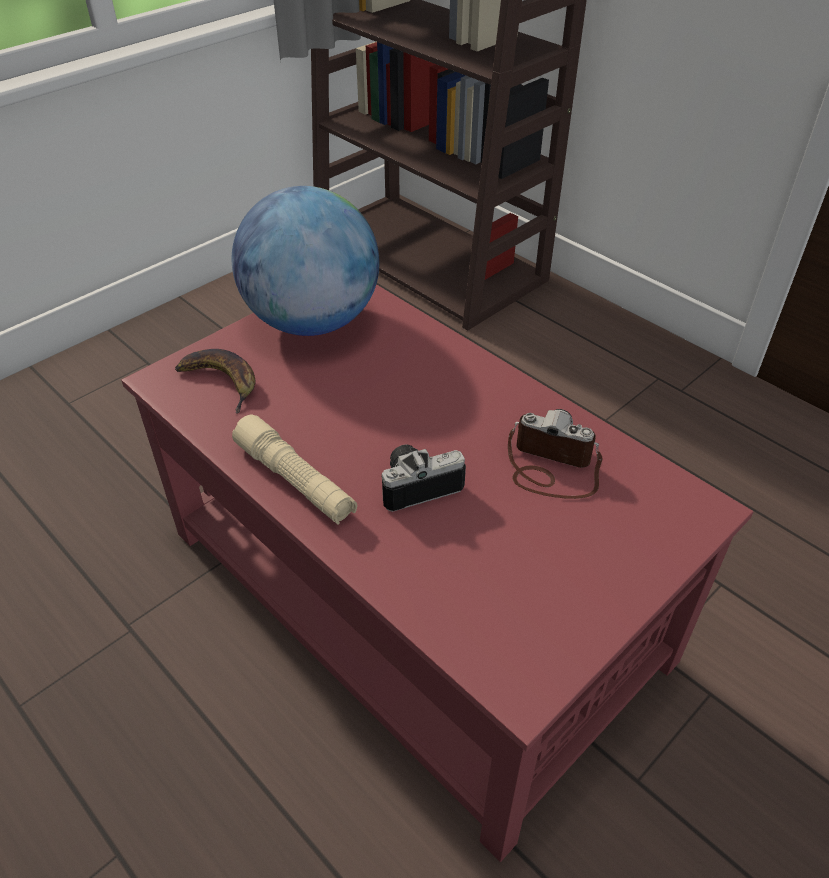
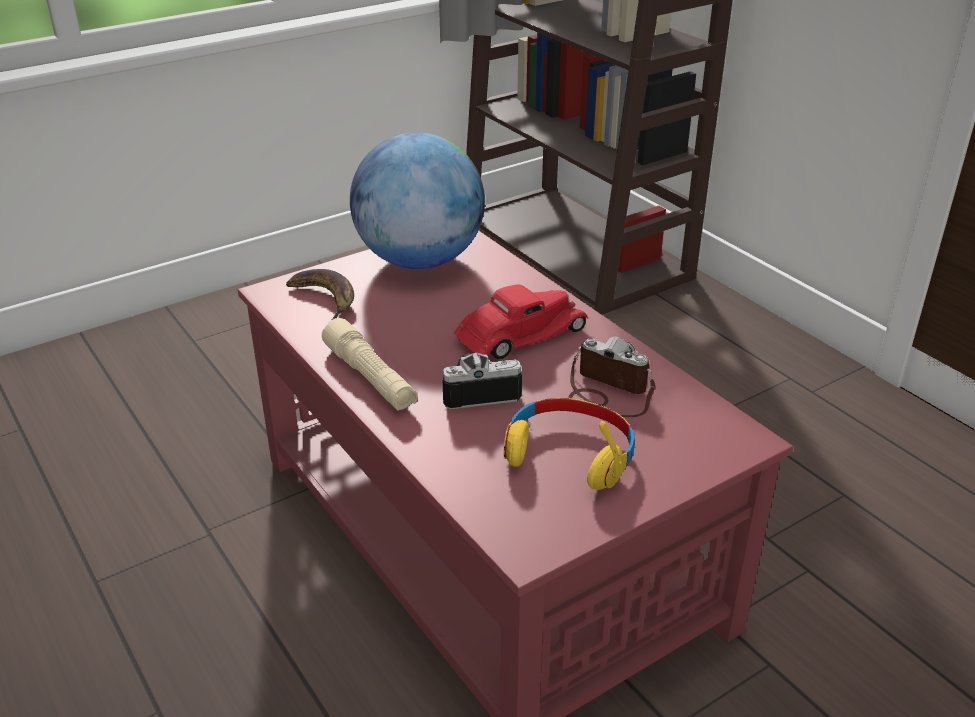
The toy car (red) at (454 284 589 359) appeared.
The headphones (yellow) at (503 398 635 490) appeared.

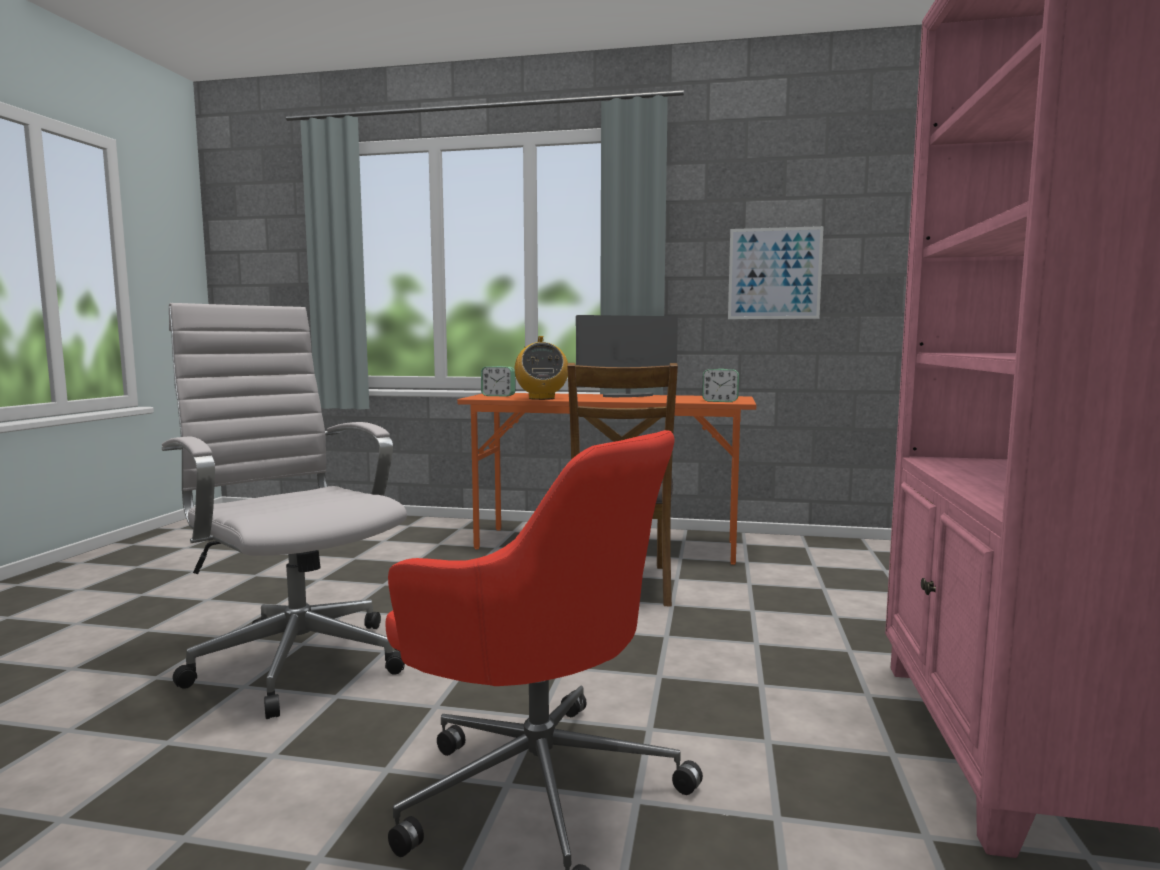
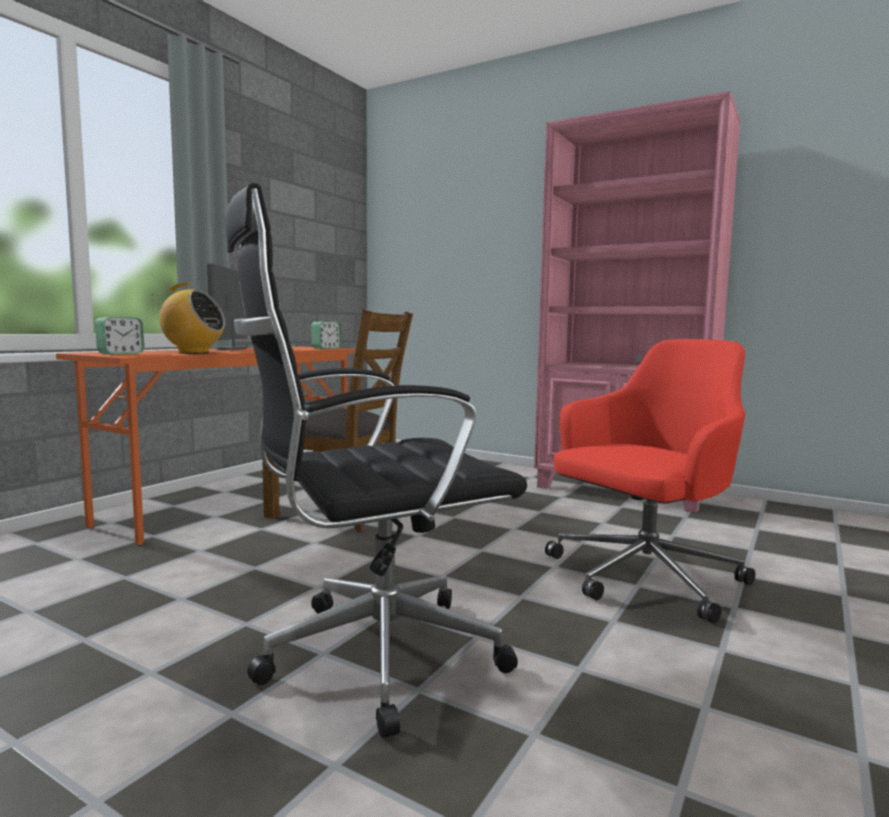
The office chair (white) at (162 303 407 719) became the office chair (black) at (225 183 527 738).
The picture at (728 226 824 319) disappeared.

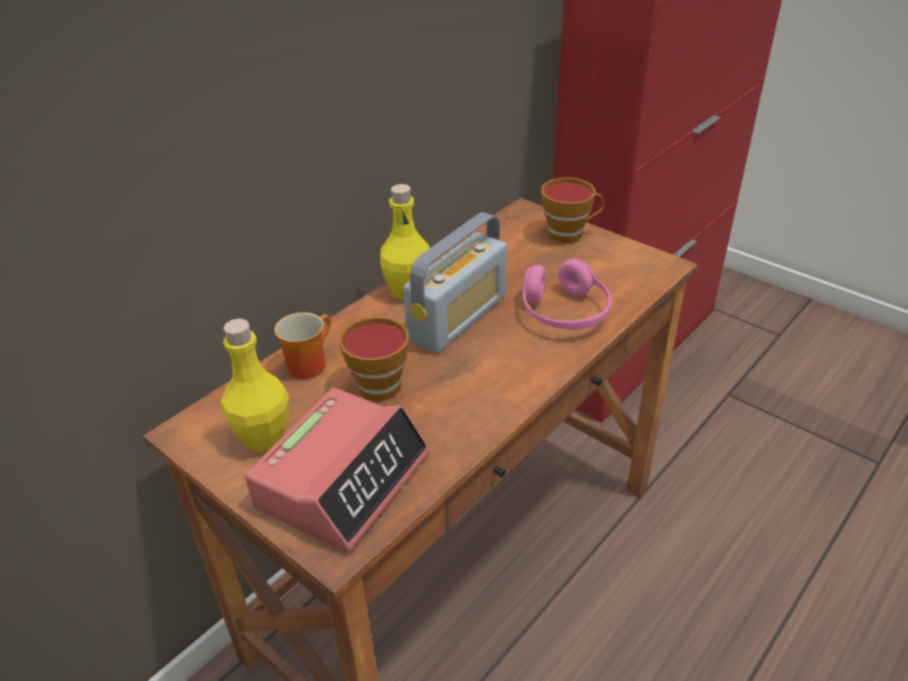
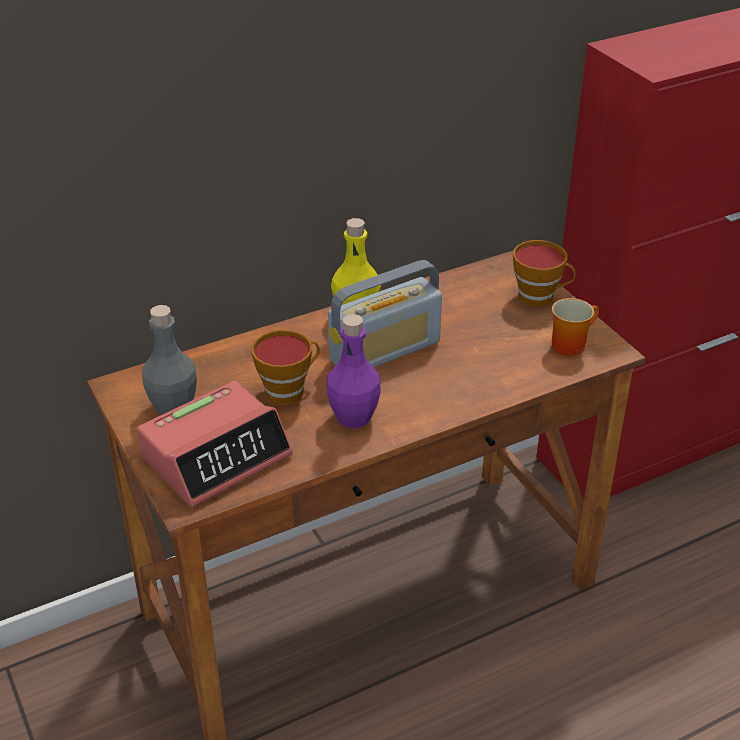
The bottle (yellow) at (221 318 289 453) became the bottle (grey) at (142 305 197 415).
The mug moved from (274 312 331 379) to (552 298 599 356).
The headphones (pink) at (523 259 612 330) disappeared.
The bottle (purple) at (327 314 381 429) appeared.

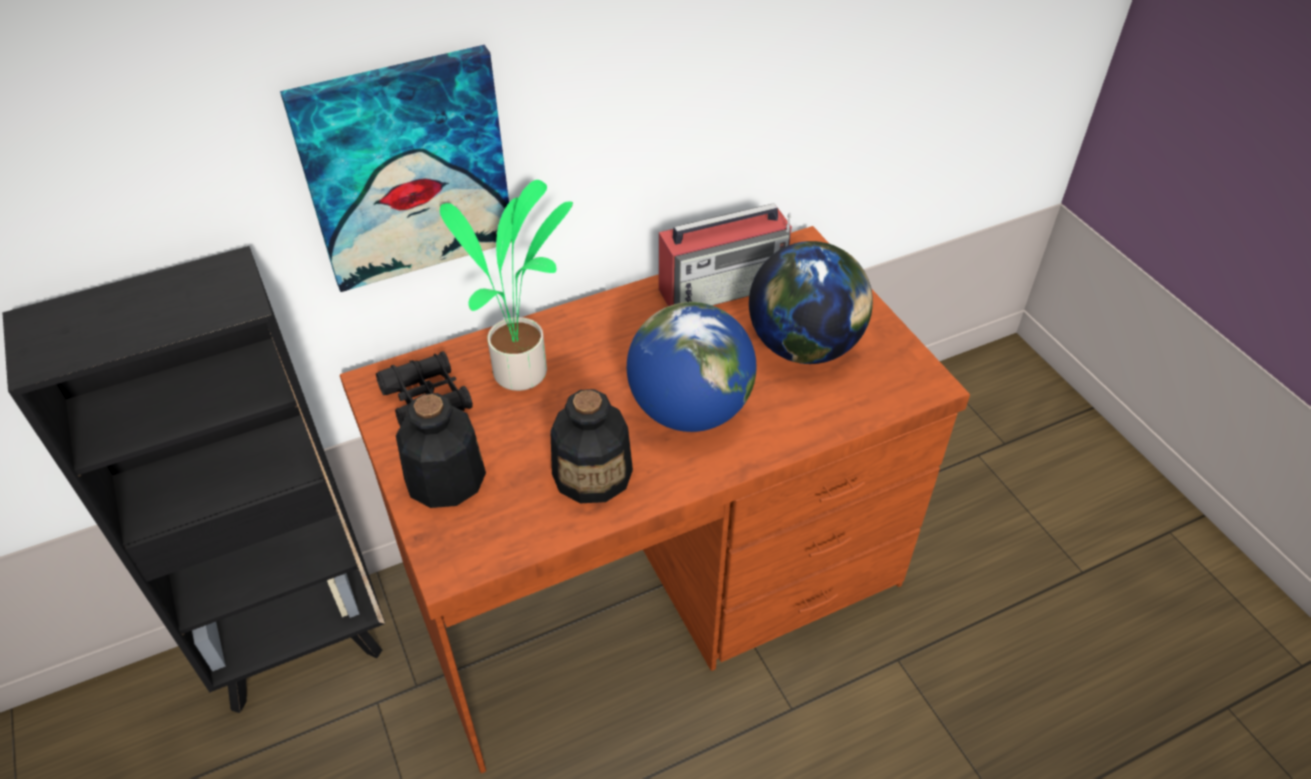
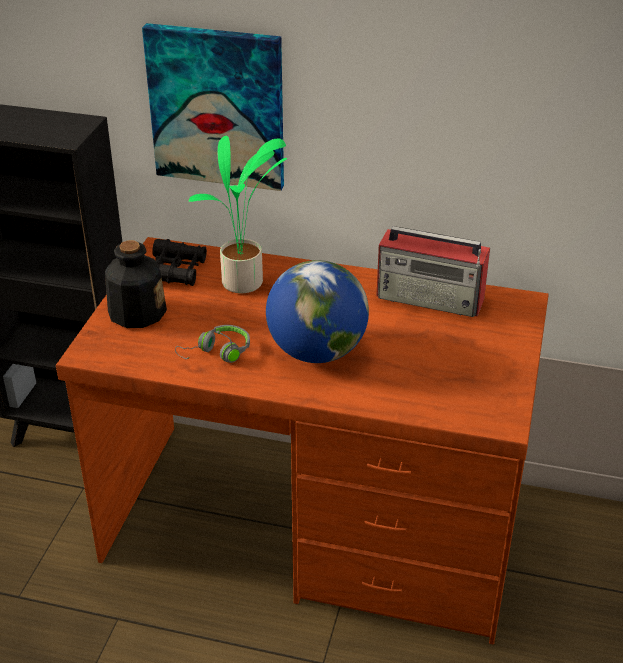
The bottle at (550 389 633 503) was replaced by the headphones (grey) at (175 325 250 363).
The globe at (749 241 873 364) disappeared.

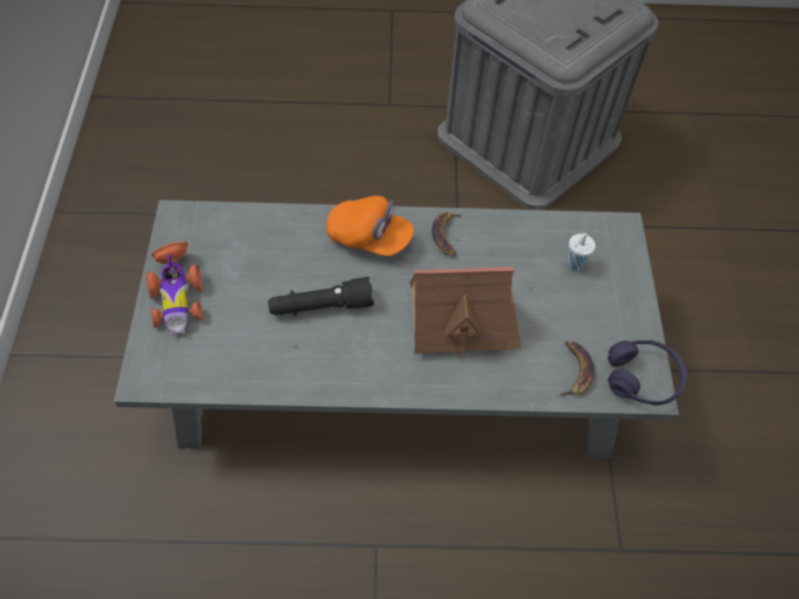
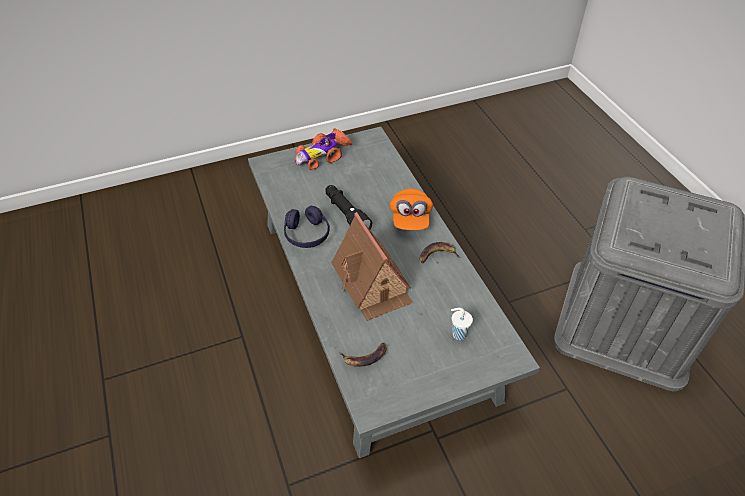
The headphones (purple) moved from (608 340 687 405) to (284 206 330 248).

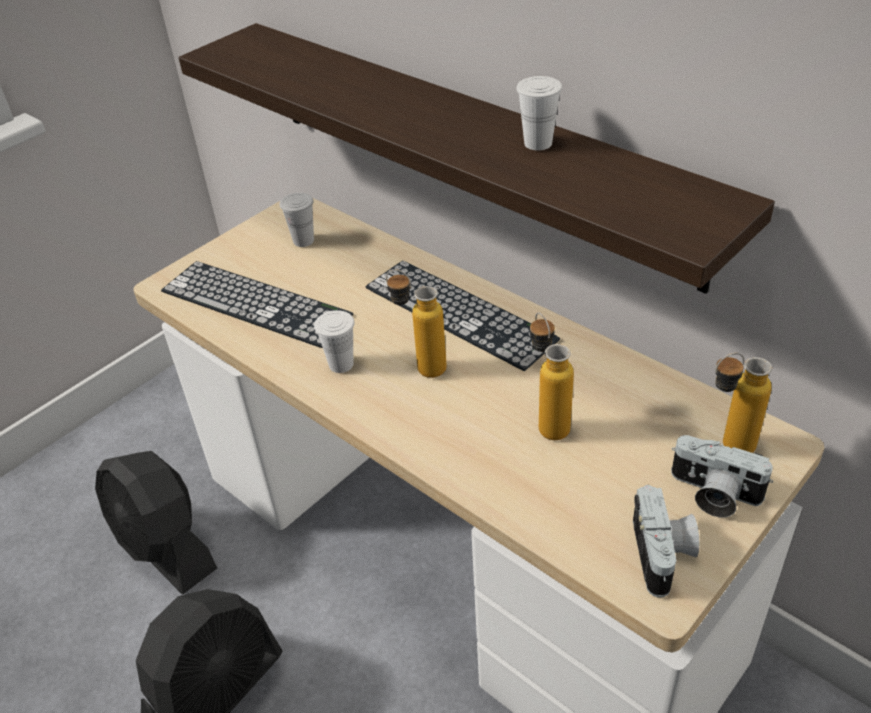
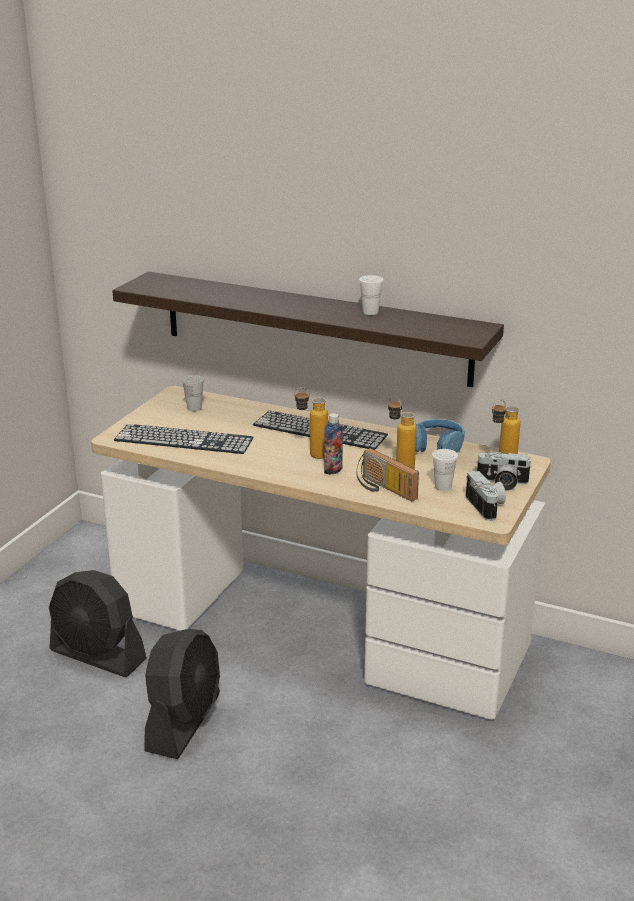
The cup (white) moved from (314 310 355 373) to (432 449 458 491).
The bottle at (324 413 343 475) appeared.
The radio at (356 448 419 502) appeared.
The headphones (blue) at (415 419 465 453) appeared.

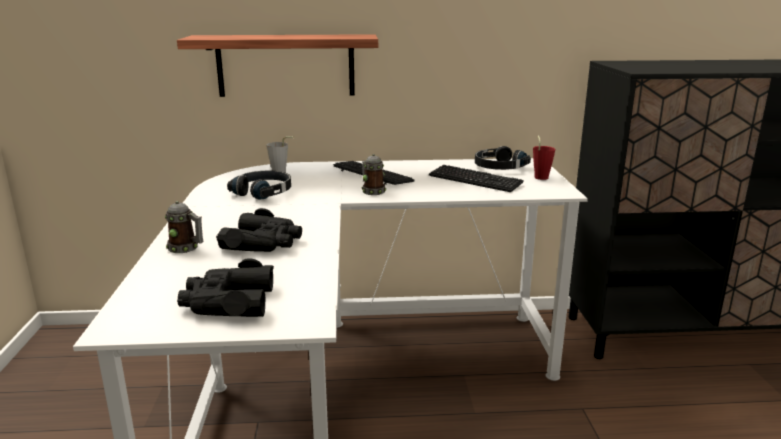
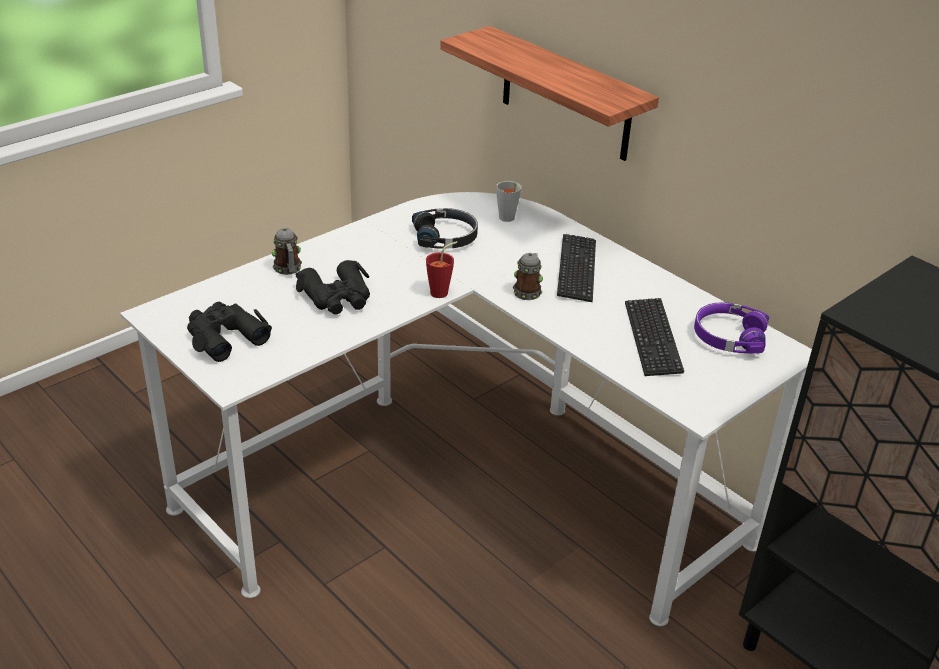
The headphones (black) at (475 146 531 170) became the headphones (purple) at (694 302 769 354).
The cup (red) moved from (533 136 555 180) to (426 241 457 298).

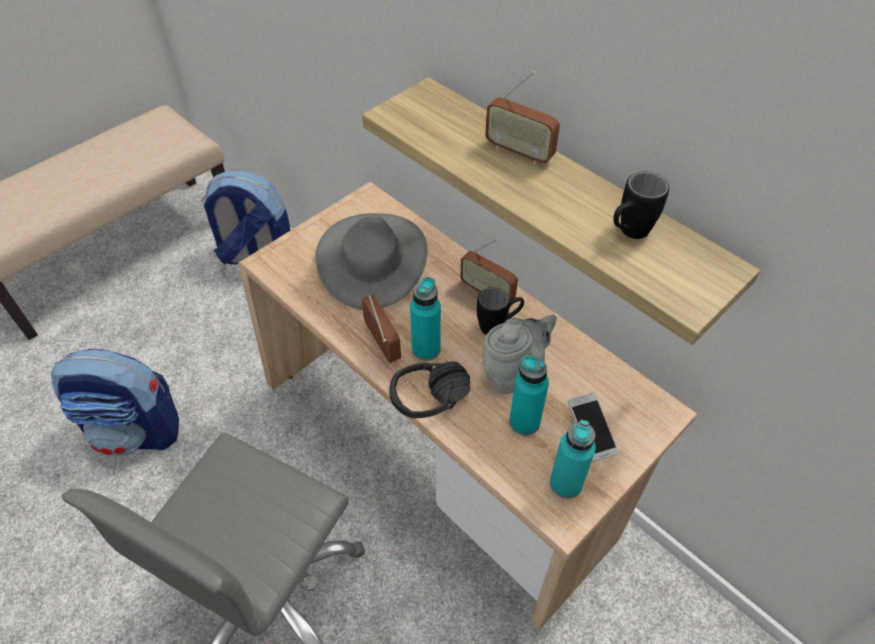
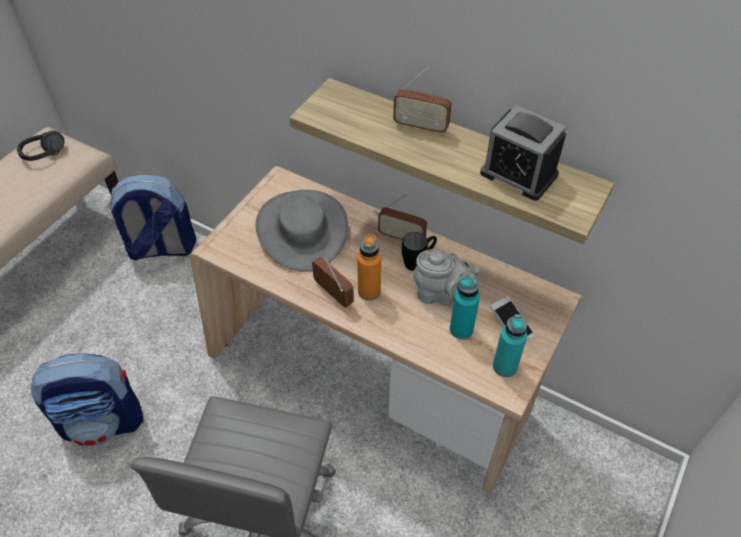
The headphones (black) moved from (389 361 470 418) to (17 131 64 161).
The bottle (turquoise) at (410 277 441 361) became the bottle (orange) at (357 234 381 300).
The teapot (grey) at (482 314 557 394) turned 60 degrees clockwise.
The mug (black) at (613 171 669 239) was replaced by the alarm clock at (480 105 566 201).

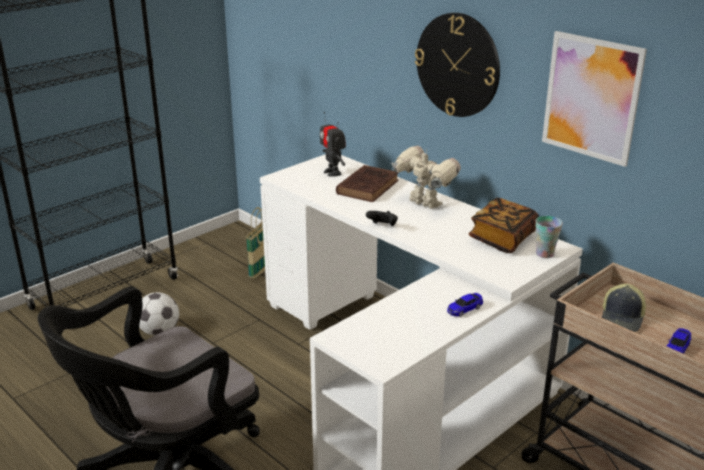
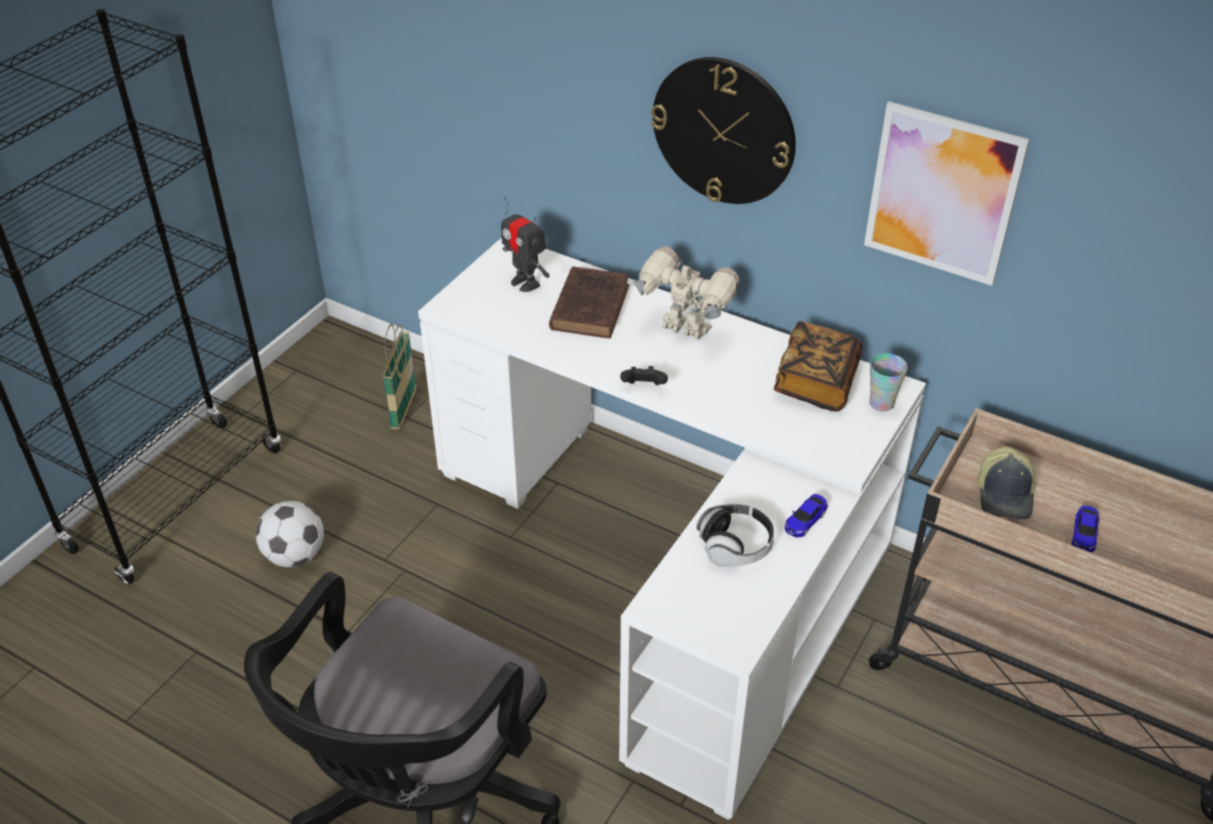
The headphones at (696 504 774 567) appeared.

